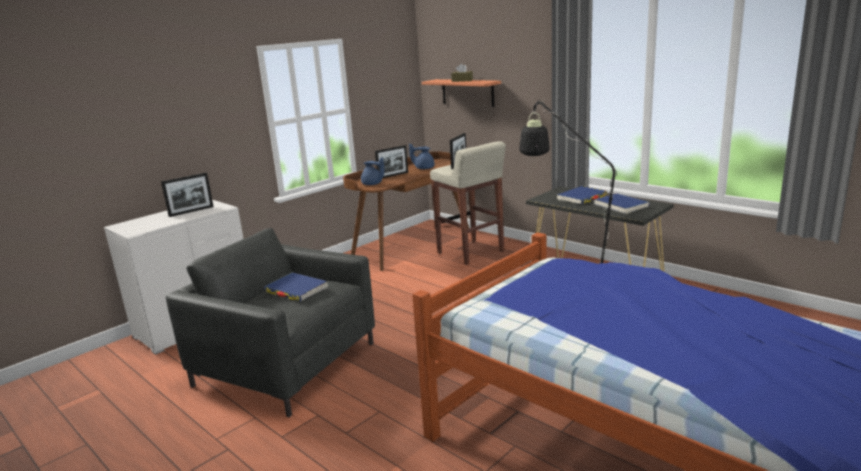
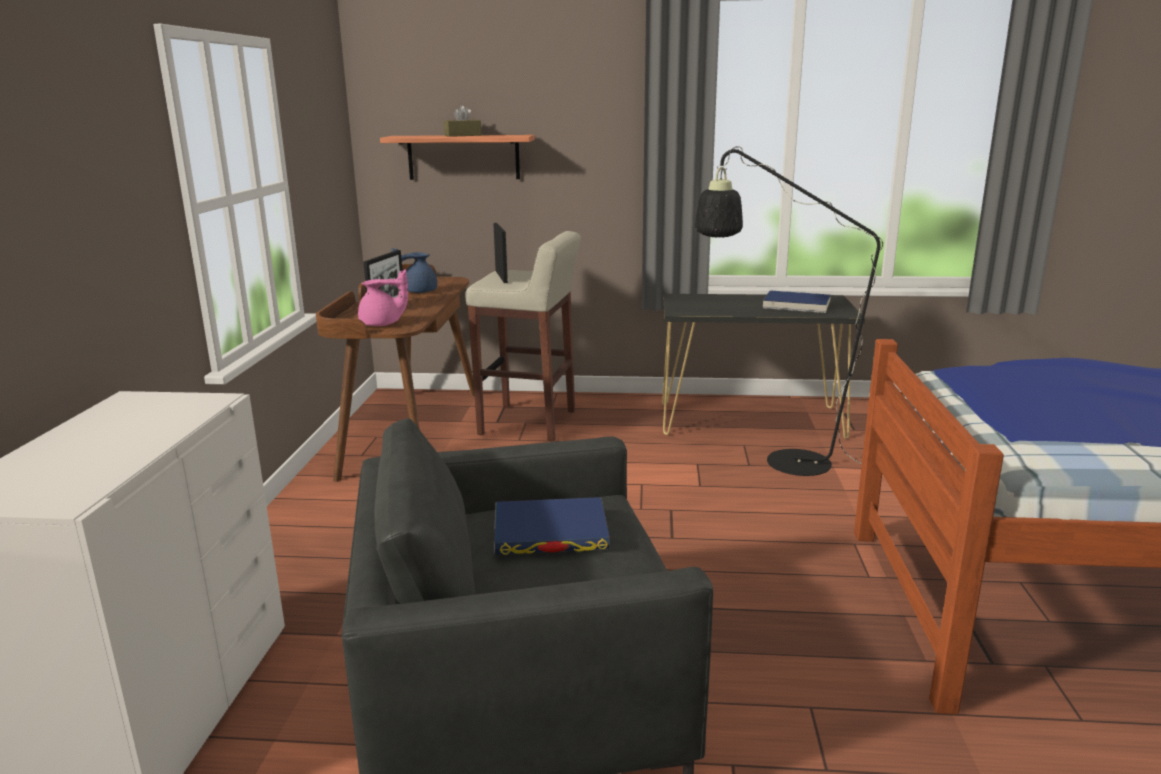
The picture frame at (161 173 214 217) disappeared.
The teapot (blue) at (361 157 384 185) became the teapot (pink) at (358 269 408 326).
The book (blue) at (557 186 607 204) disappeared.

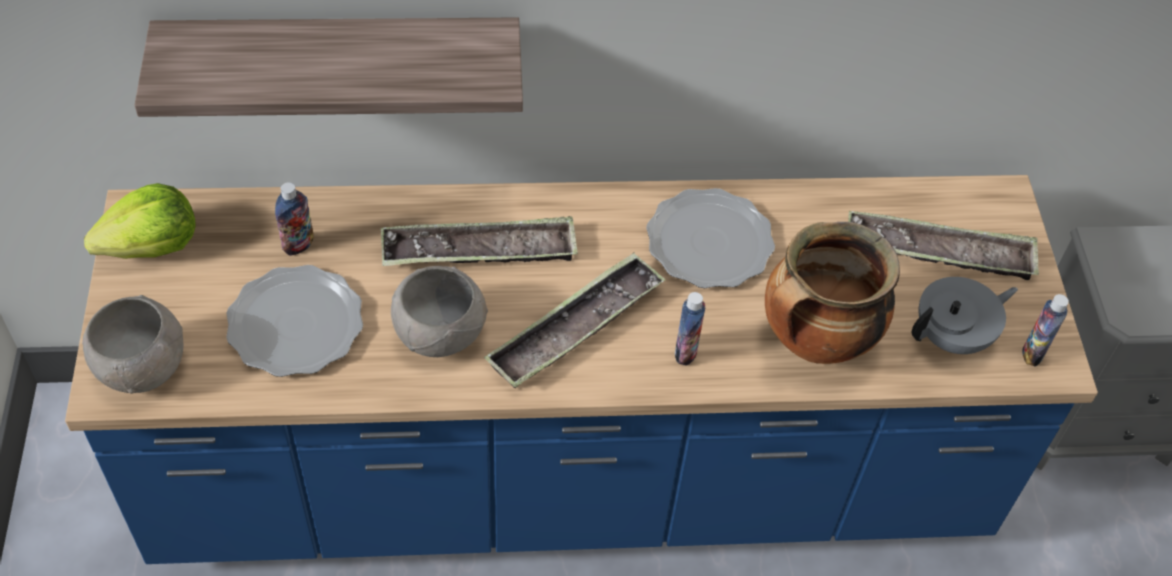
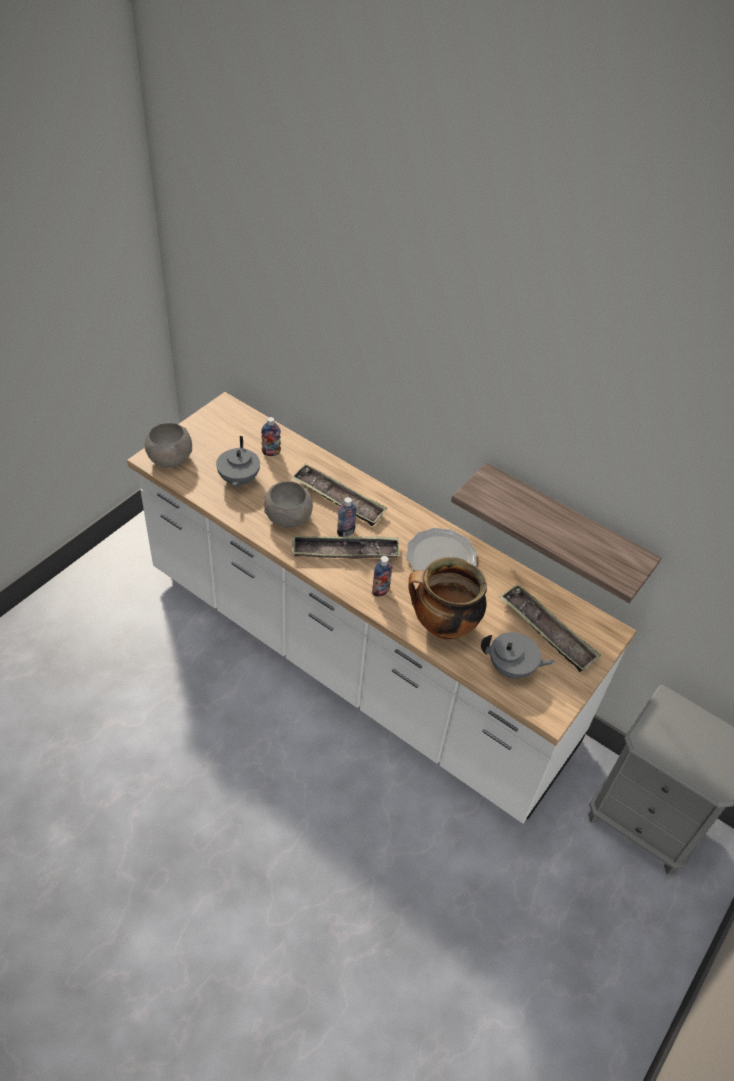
The counter (blue) at (65 175 1098 564) became the counter (white) at (127 392 636 824).
The lettuce at (84 183 196 259) disappeared.
The shelf moved from (134 17 523 117) to (451 463 661 603).
The plate at (226 265 363 377) was replaced by the teapot (grey) at (216 436 260 488).
The bottle moved from (1022 294 1069 367) to (337 497 357 537).

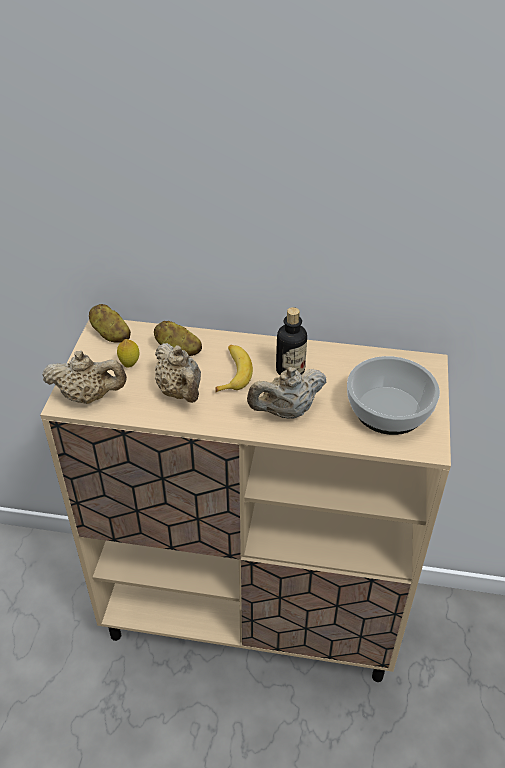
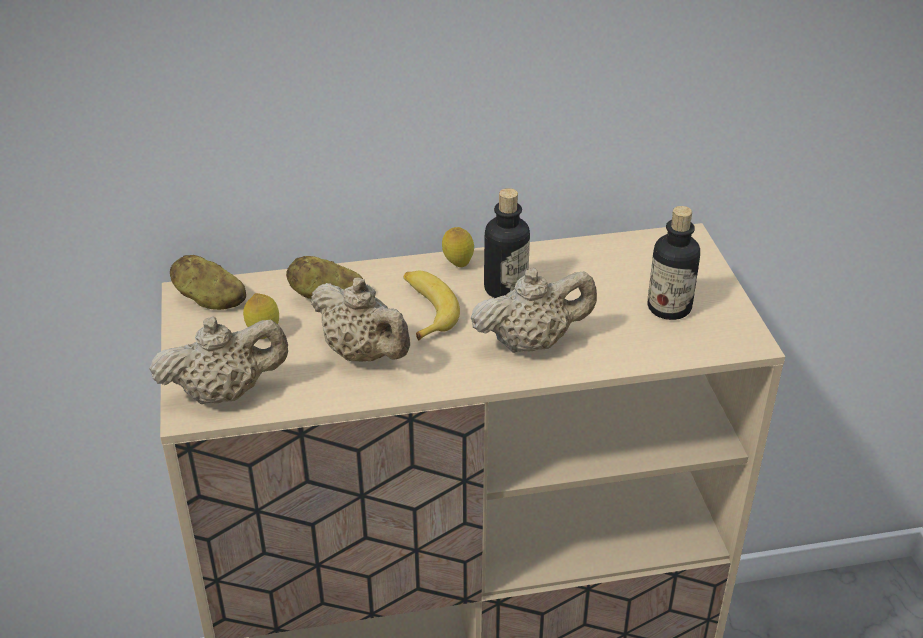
The teapot (beige) at (247 367 326 419) turned 150 degrees counterclockwise.
The bowl at (347 356 440 435) was replaced by the bottle at (648 206 700 320).
The lemon at (442 227 474 267) appeared.

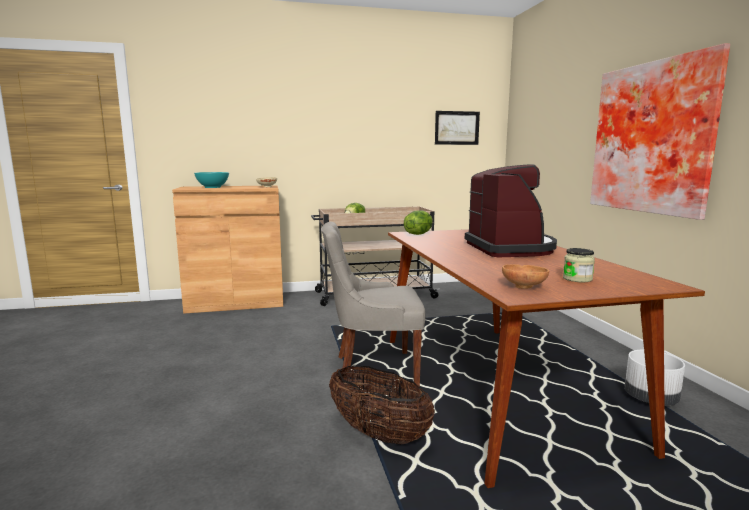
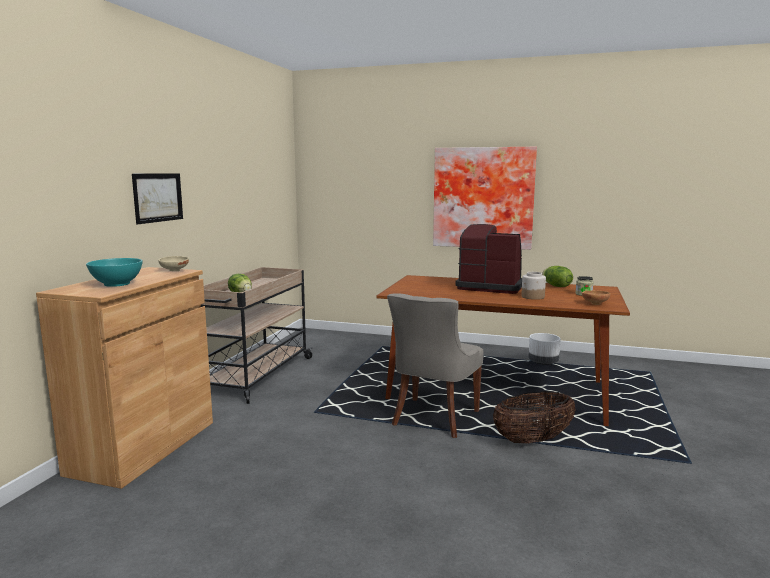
The lettuce moved from (404 210 433 235) to (542 266 573 287).
The picture moved from (435 111 480 145) to (132 173 183 224).
The jar at (521 272 546 300) appeared.

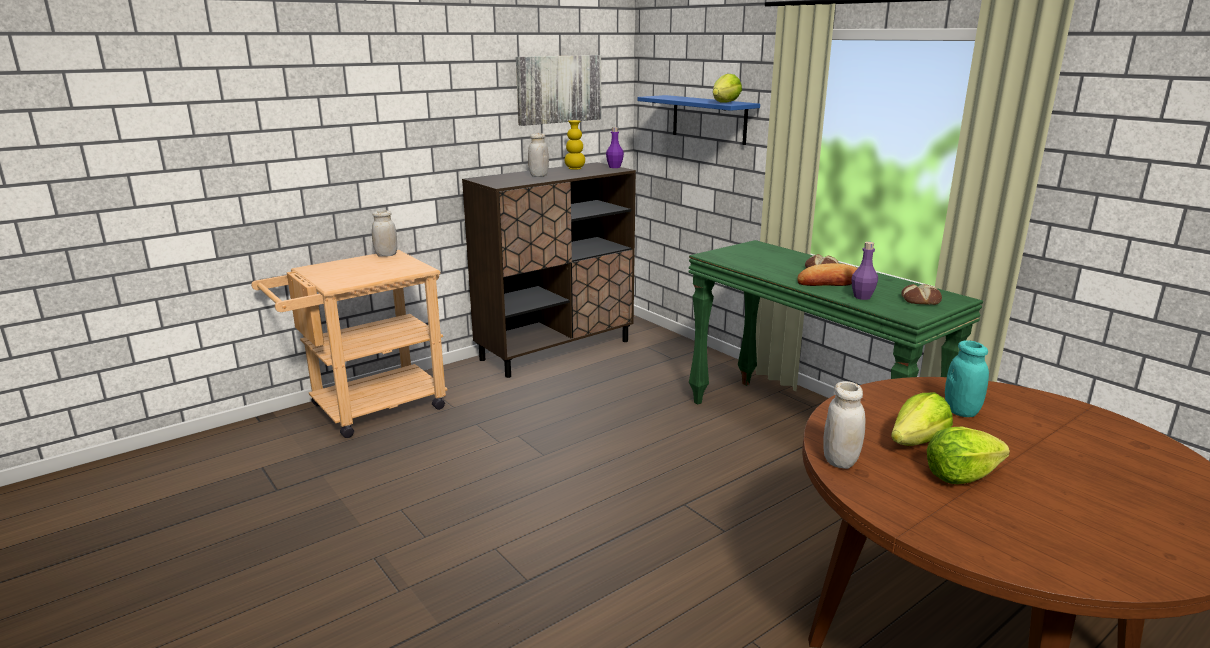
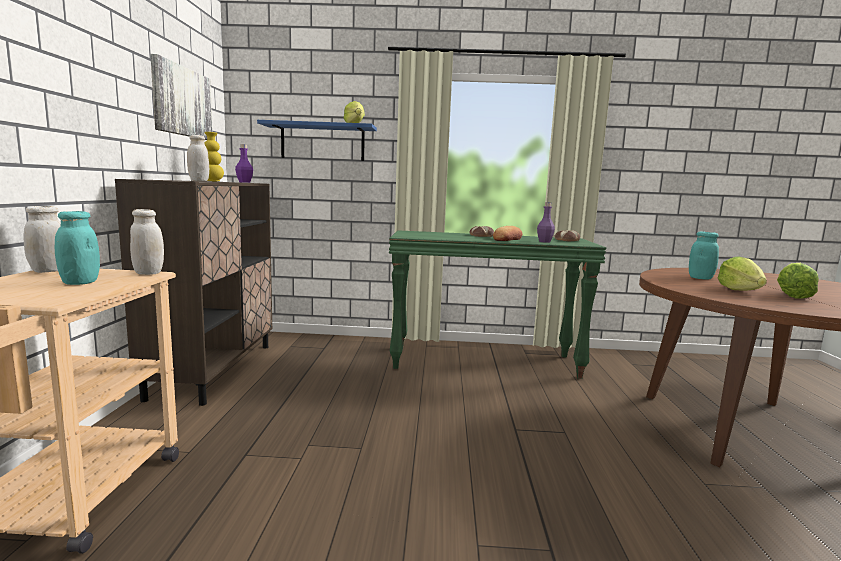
The jar (white) moved from (823 381 866 469) to (130 209 164 275).
The jar (turquoise) at (55 211 100 285) appeared.

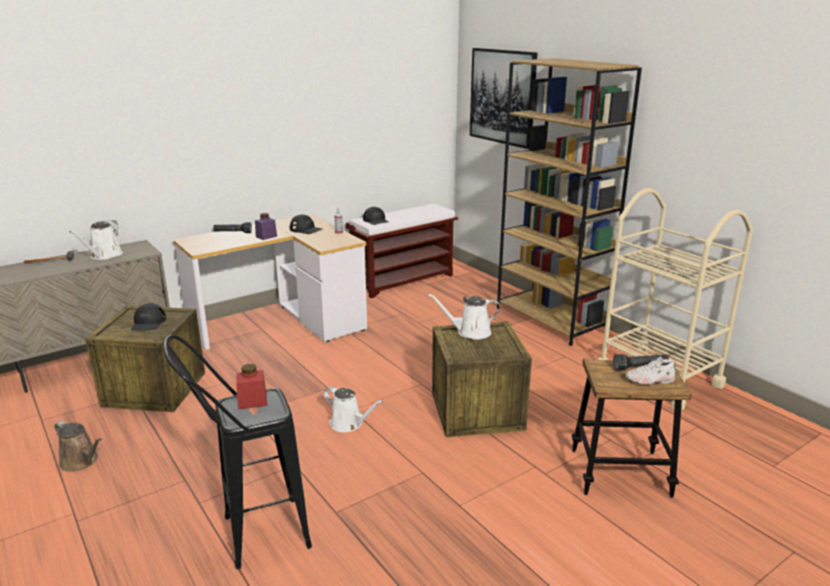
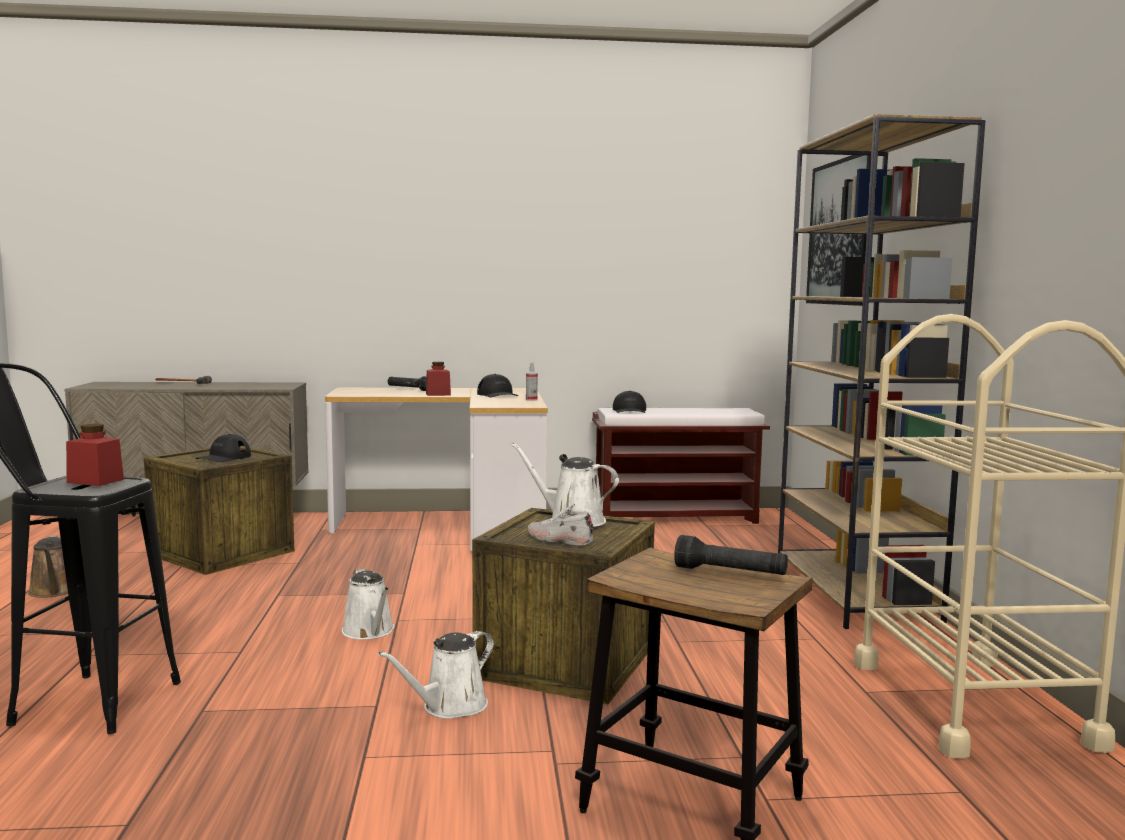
The watering can (white) moved from (69 220 123 260) to (378 631 494 719).
The jar (purple) at (255 213 277 240) became the jar (red) at (426 362 451 396).
The shoe (white) moved from (625 356 676 385) to (528 504 593 546).

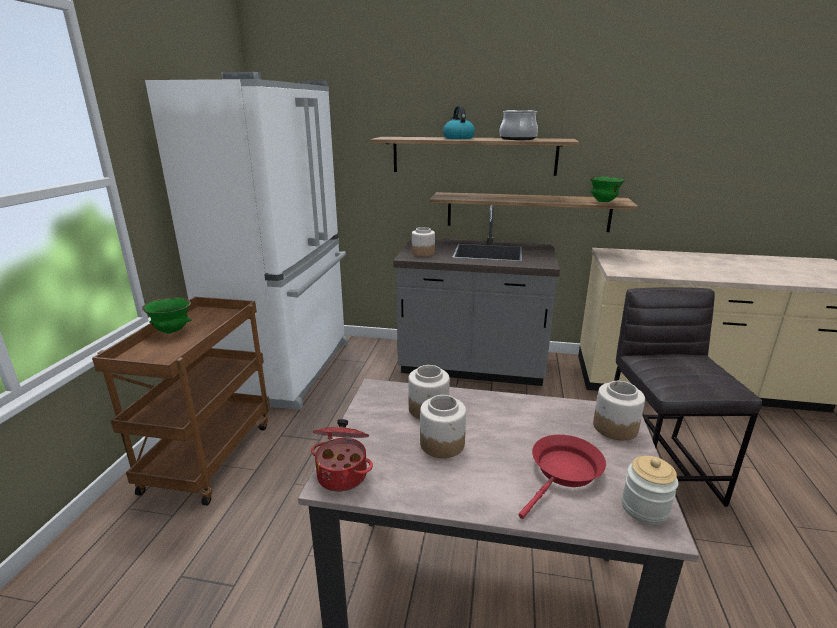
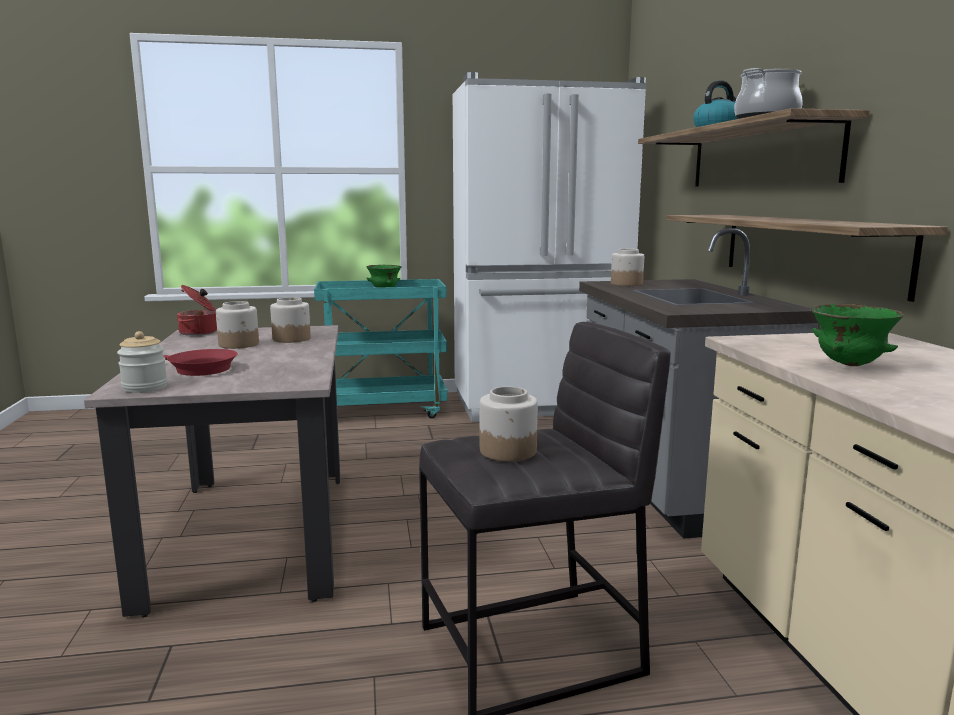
The cart (brown) at (92 297 270 506) became the cart (turquoise) at (314 279 448 419).
The bowl (green) moved from (590 177 625 202) to (811 304 904 366).
The jar moved from (593 381 645 441) to (480 386 538 461).

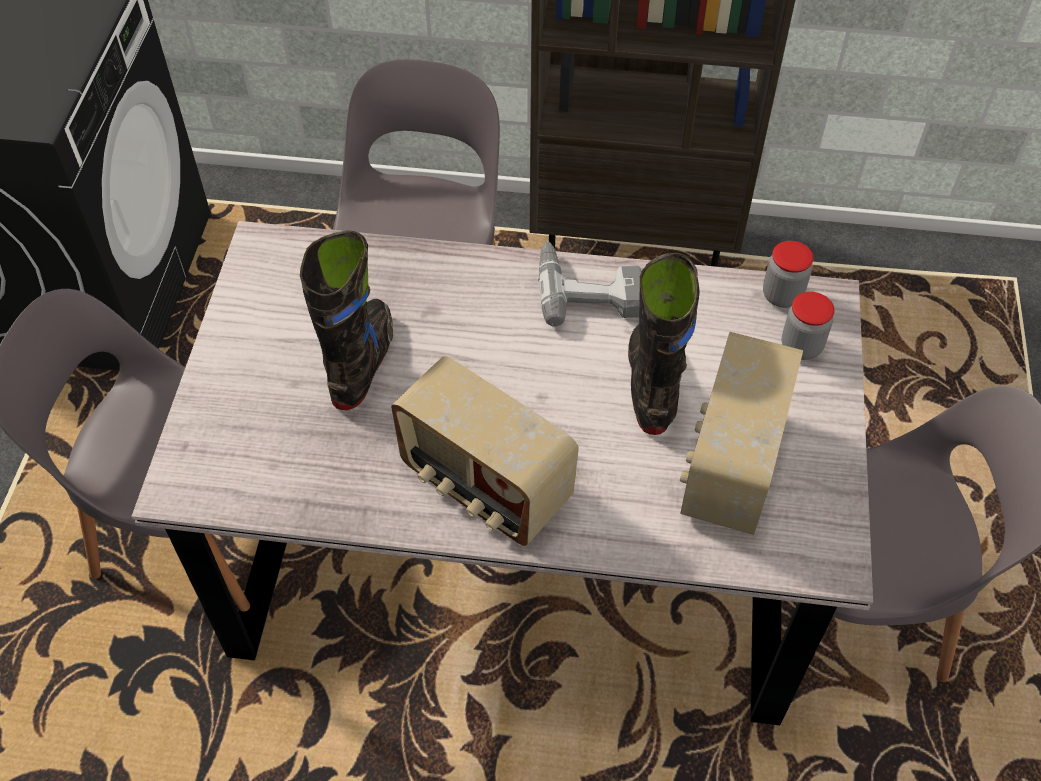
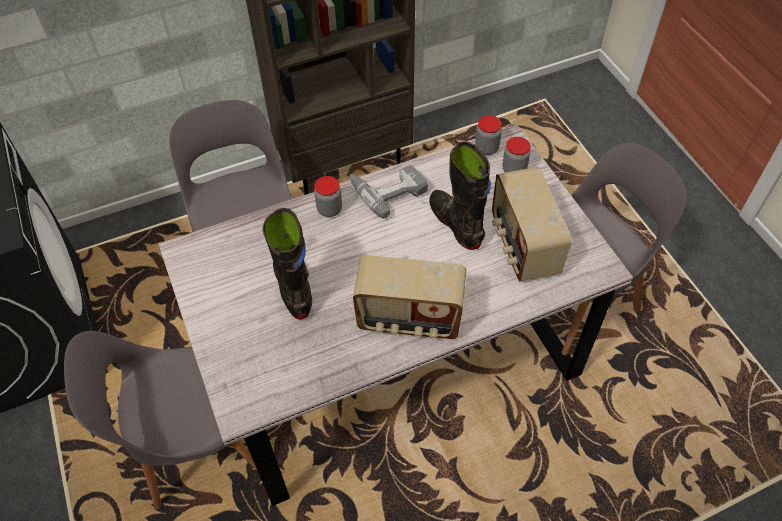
The jar at (314 176 342 217) appeared.

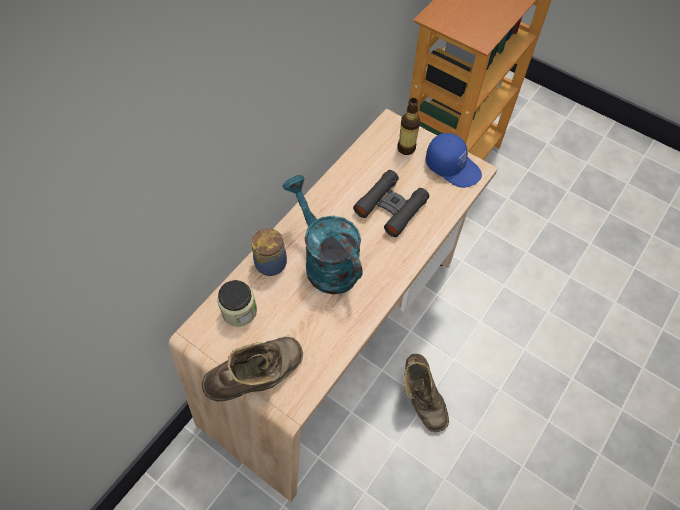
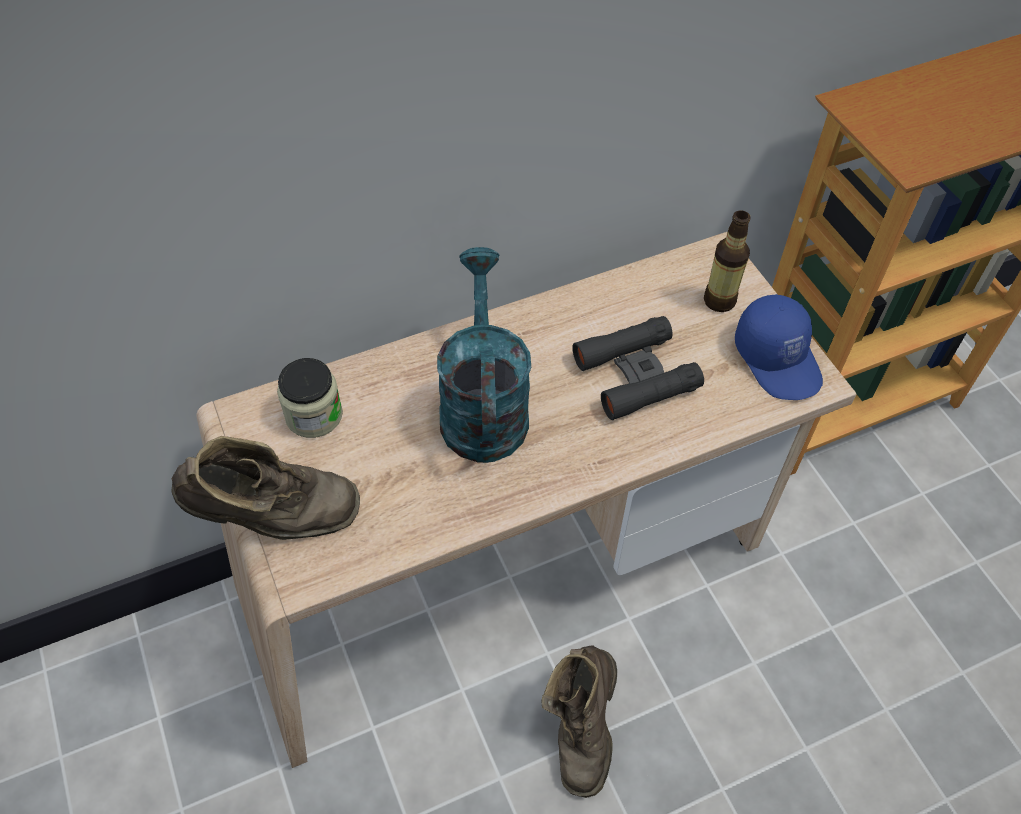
The jar at (251 228 287 276) disappeared.

